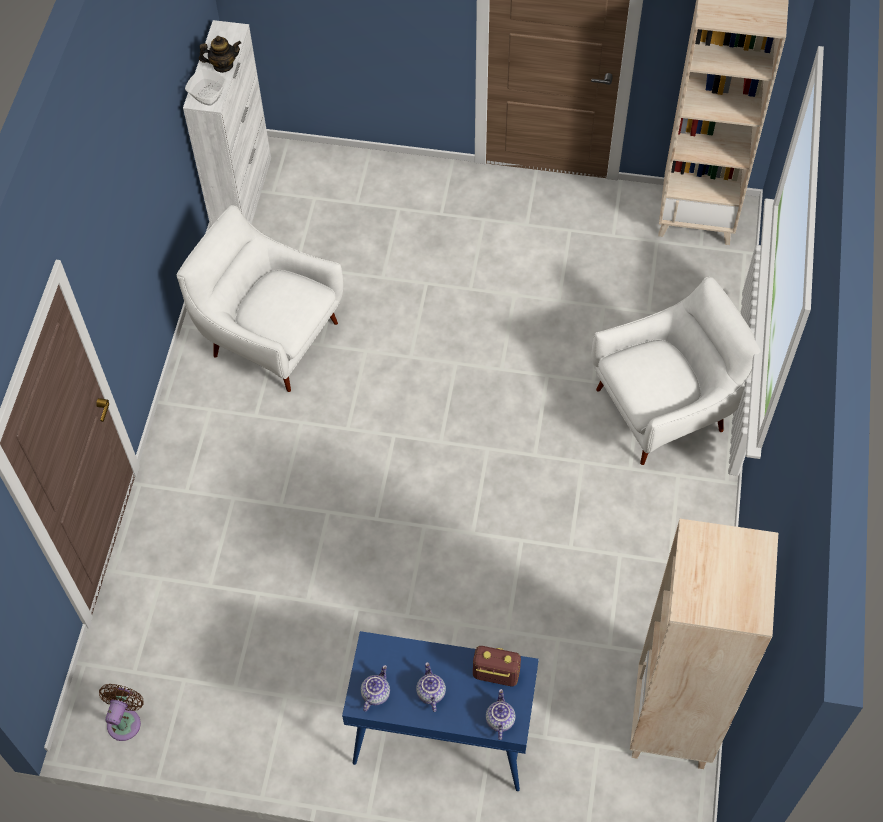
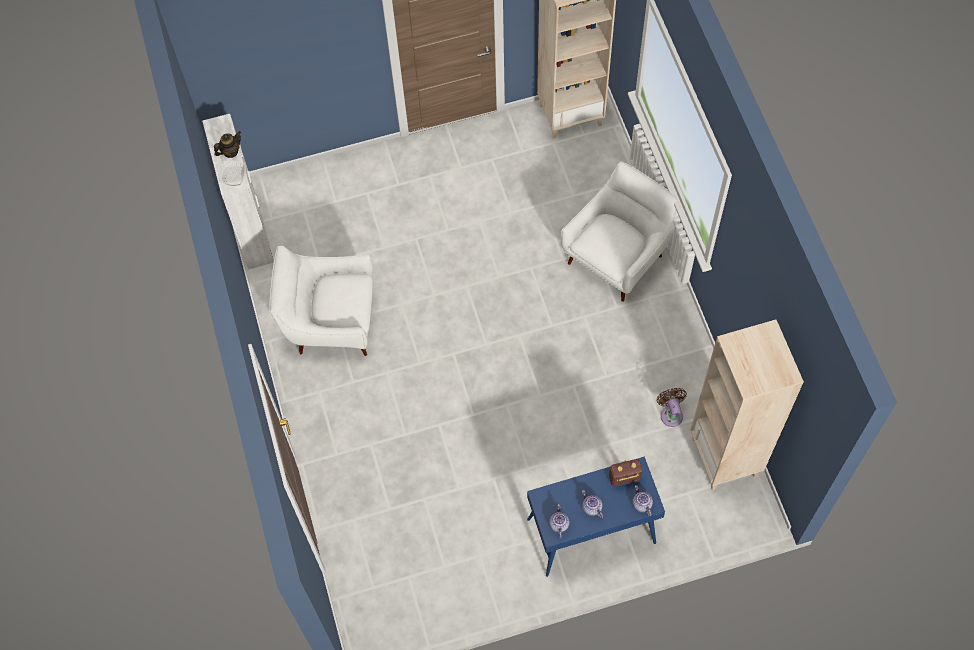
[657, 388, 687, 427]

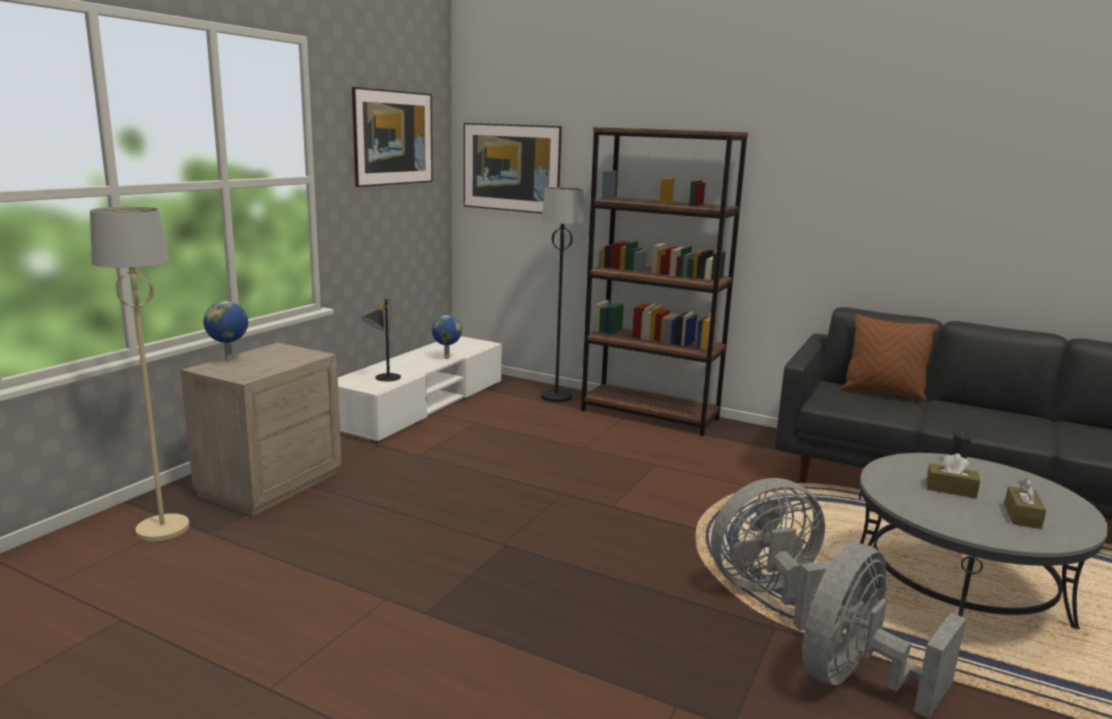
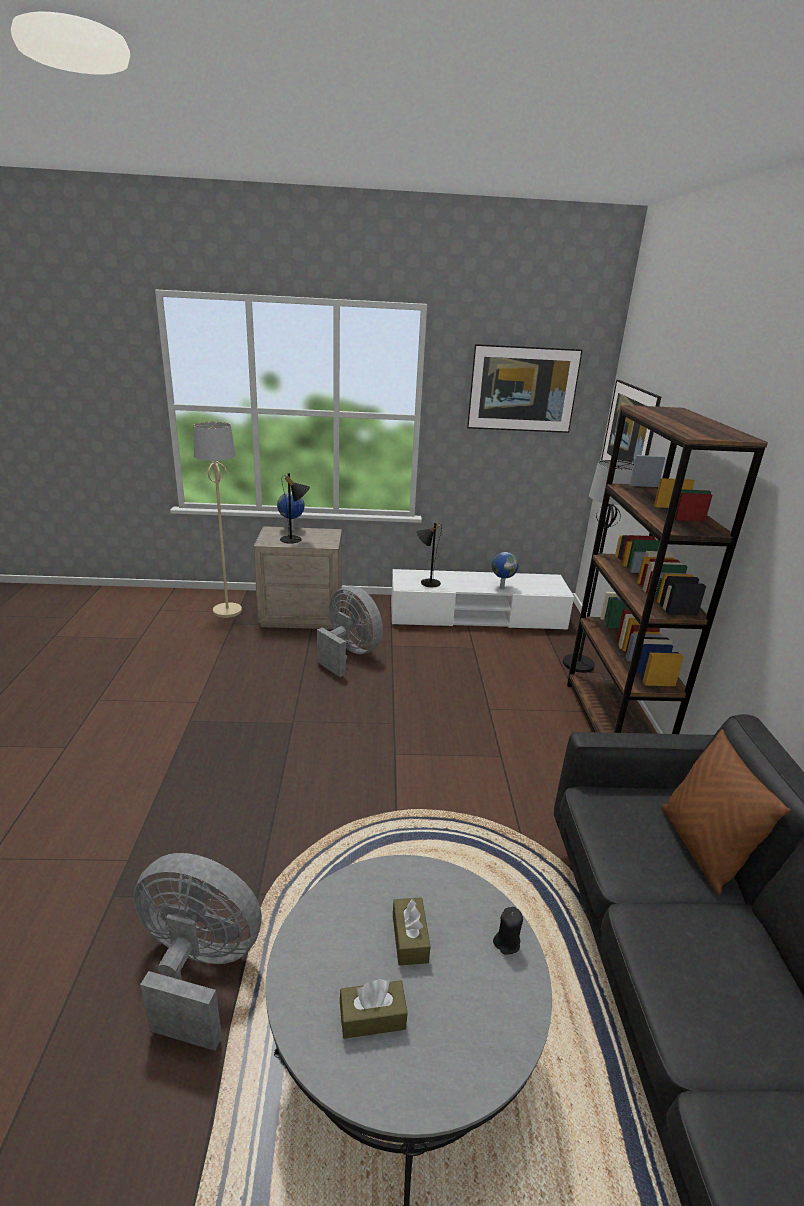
[280, 473, 310, 544]
[317, 586, 383, 677]

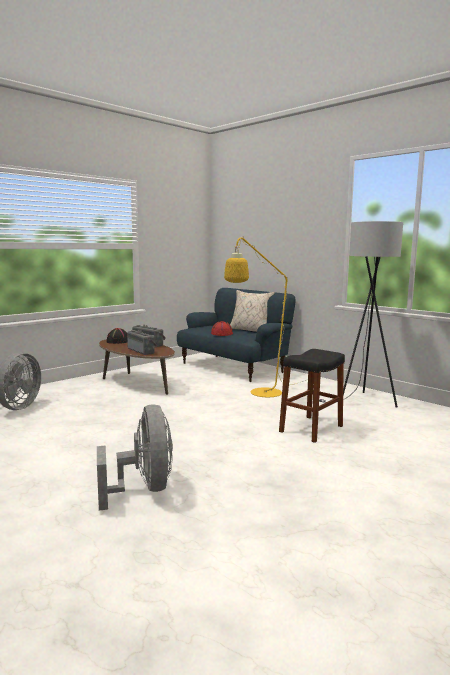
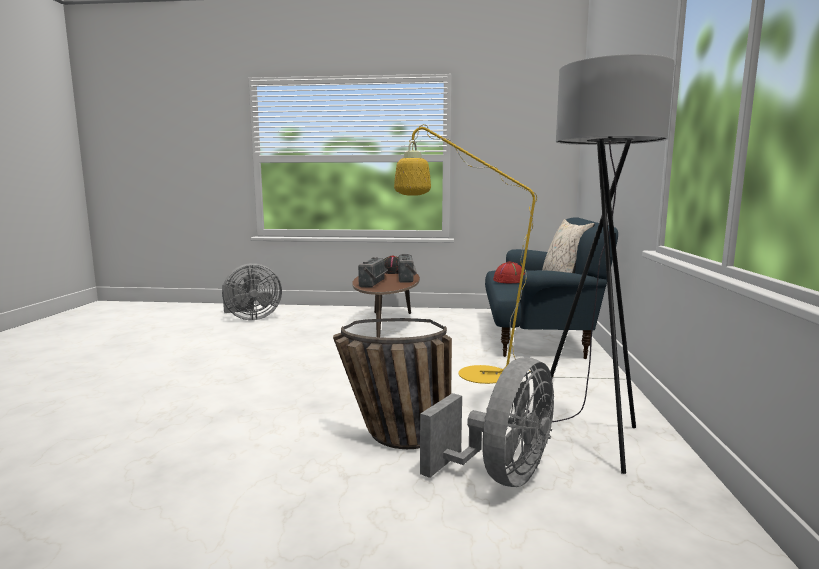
[420, 357, 554, 487]
[333, 318, 452, 449]

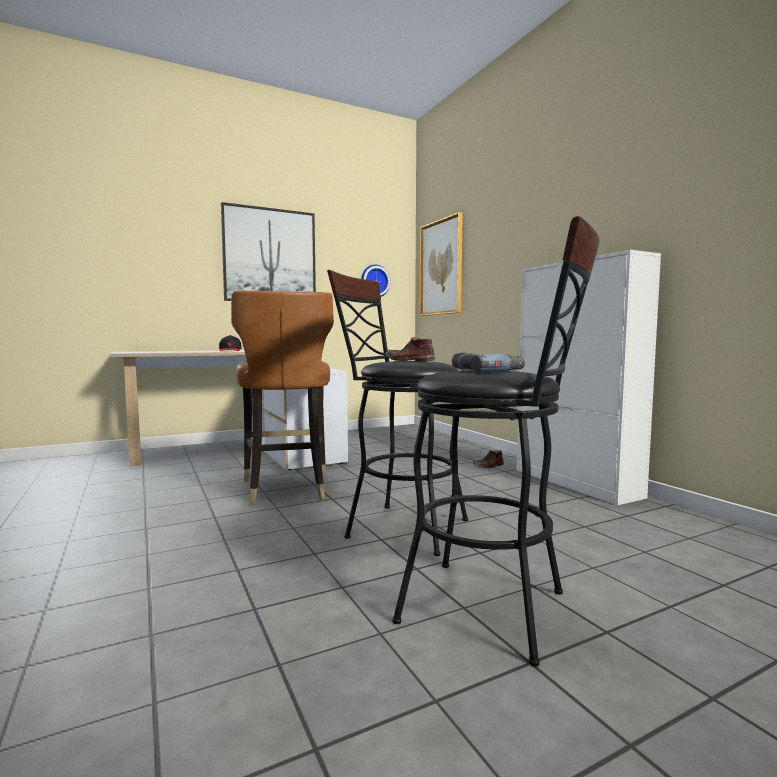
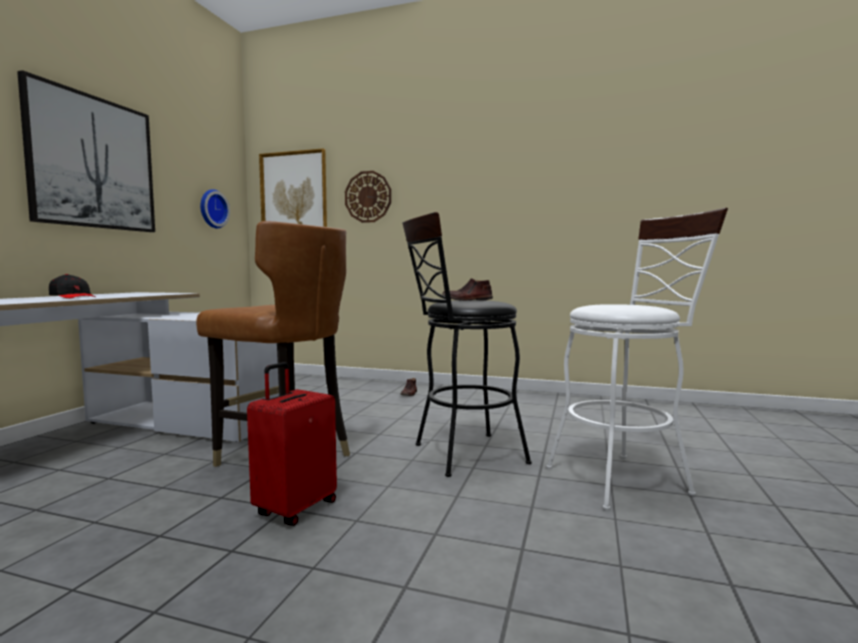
[452, 353, 526, 372] (first image)
[517, 250, 661, 505] (first image)
[247, 362, 337, 526]
[345, 171, 391, 223]
[546, 208, 728, 511]

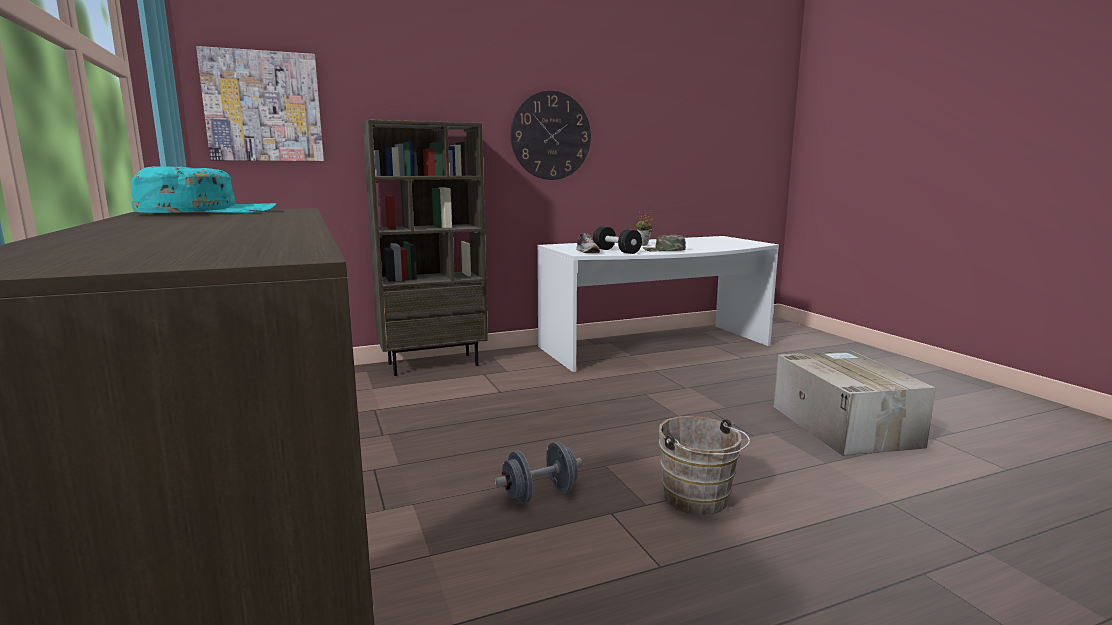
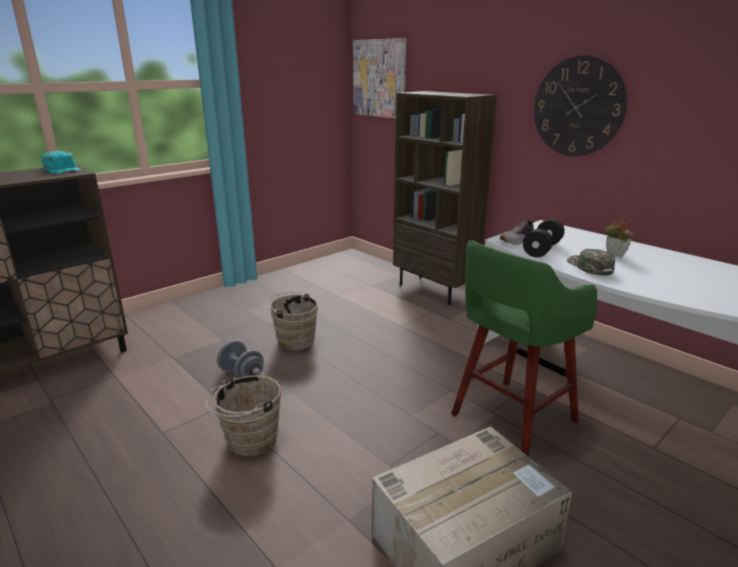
[265, 292, 318, 351]
[451, 240, 598, 457]

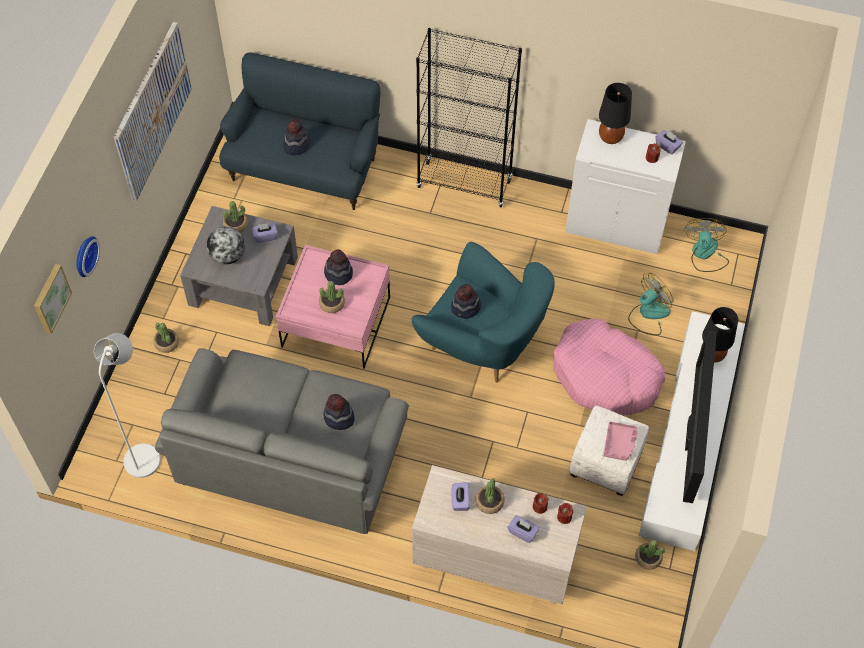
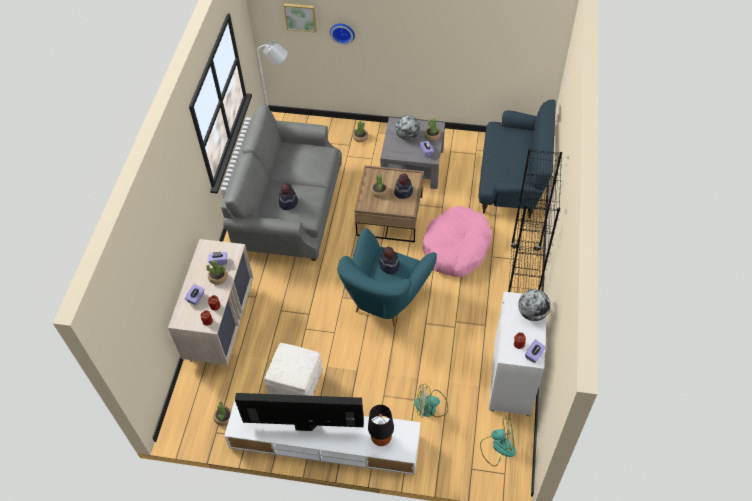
[114, 22, 192, 201] (first image)
[283, 119, 310, 155] (first image)
[603, 421, 638, 461] (first image)
[423, 206, 492, 277]
[518, 289, 551, 321]
[354, 165, 423, 242]
[414, 383, 448, 418]

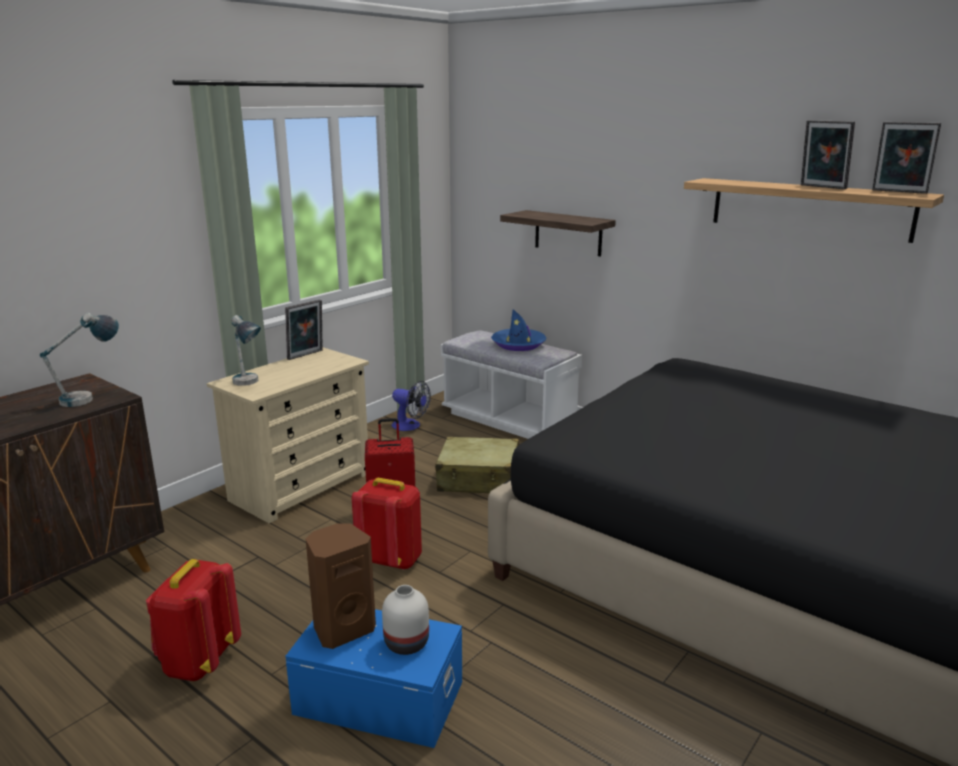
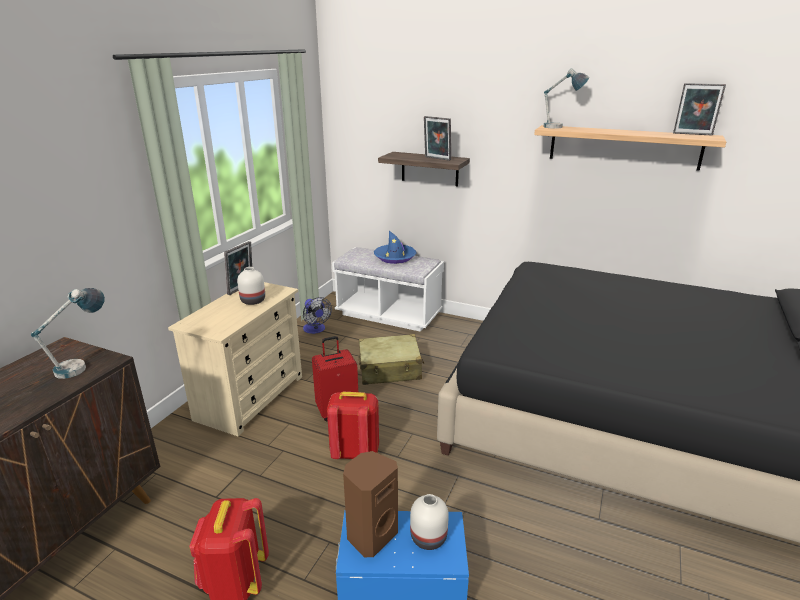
[237, 267, 265, 305]
[543, 68, 589, 129]
[424, 116, 451, 161]
[303, 297, 332, 334]

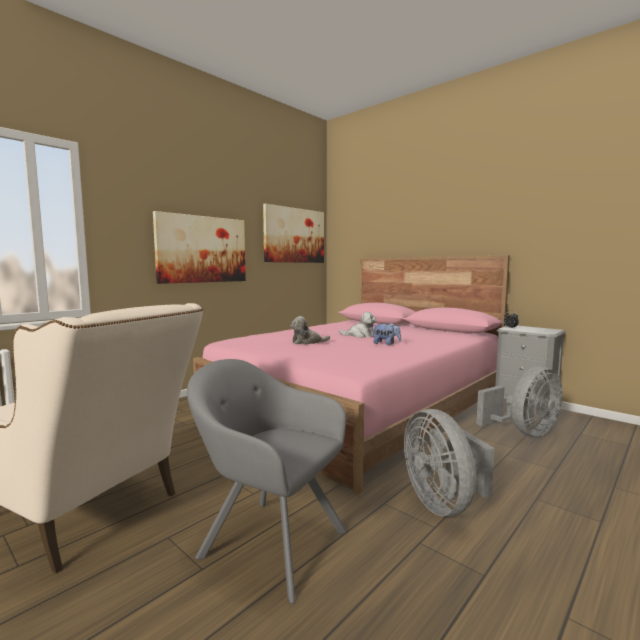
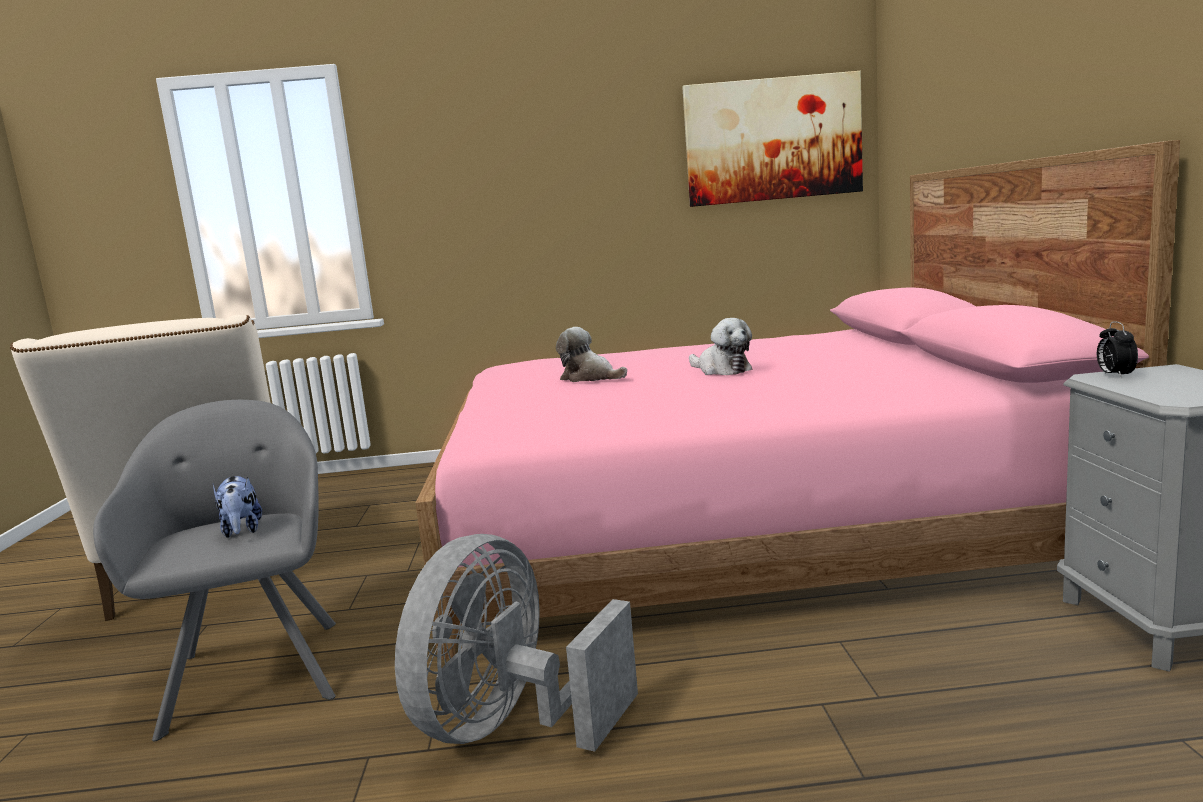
[153, 211, 246, 284] (first image)
[476, 366, 563, 437] (first image)
[213, 476, 262, 538]

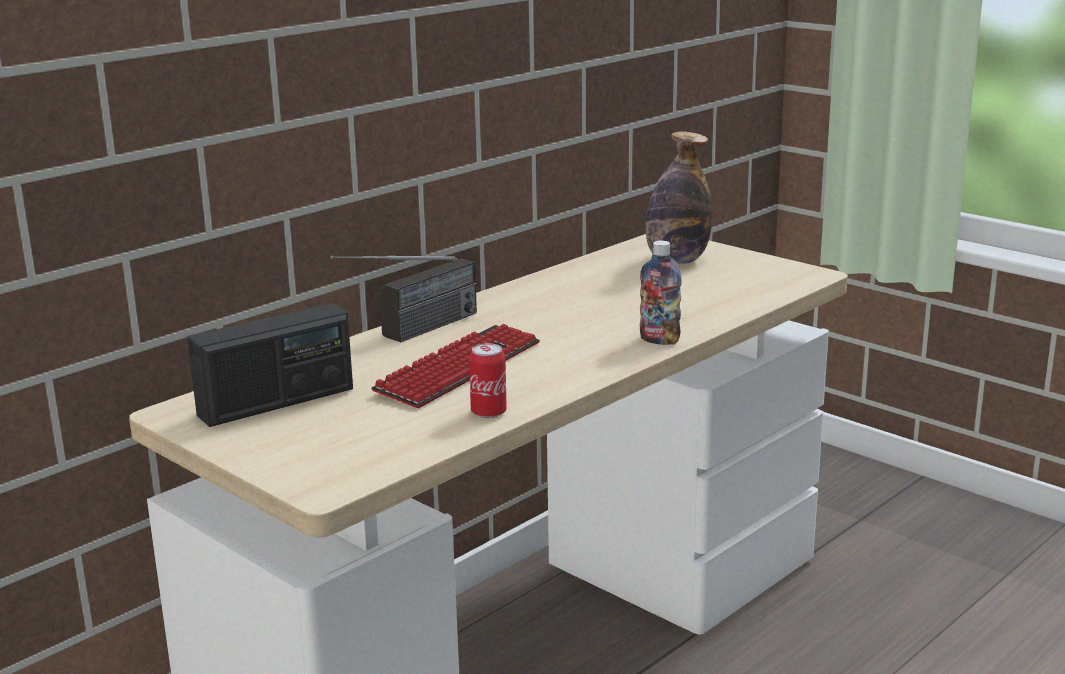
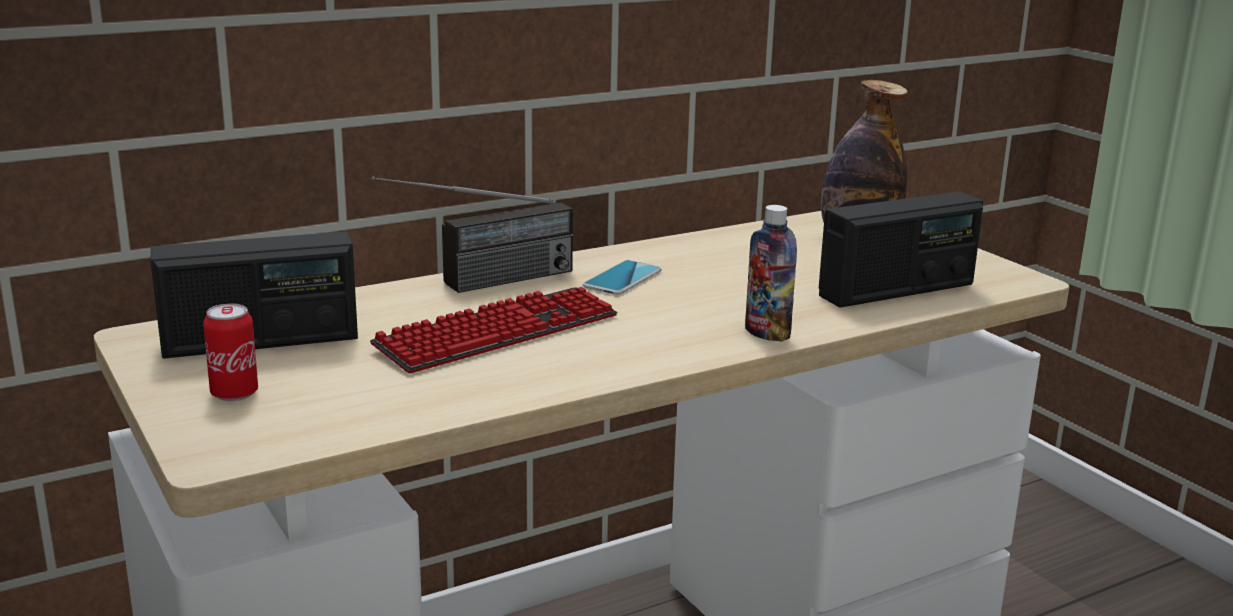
[583, 260, 662, 295]
[819, 191, 983, 308]
[203, 304, 258, 401]

